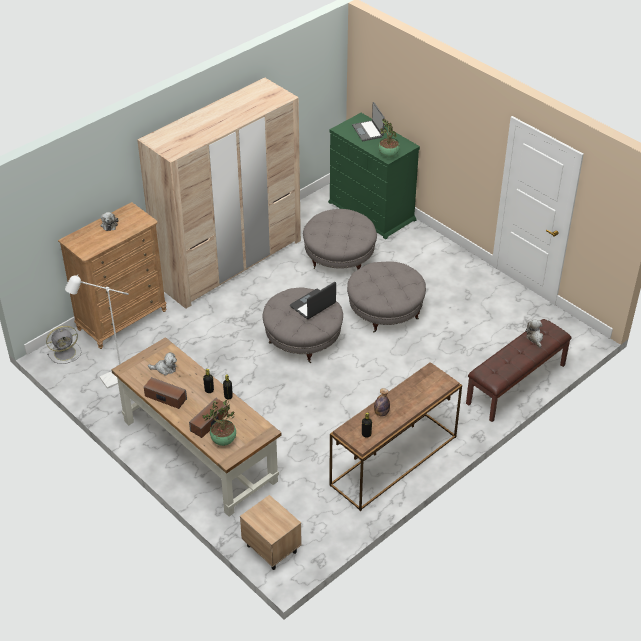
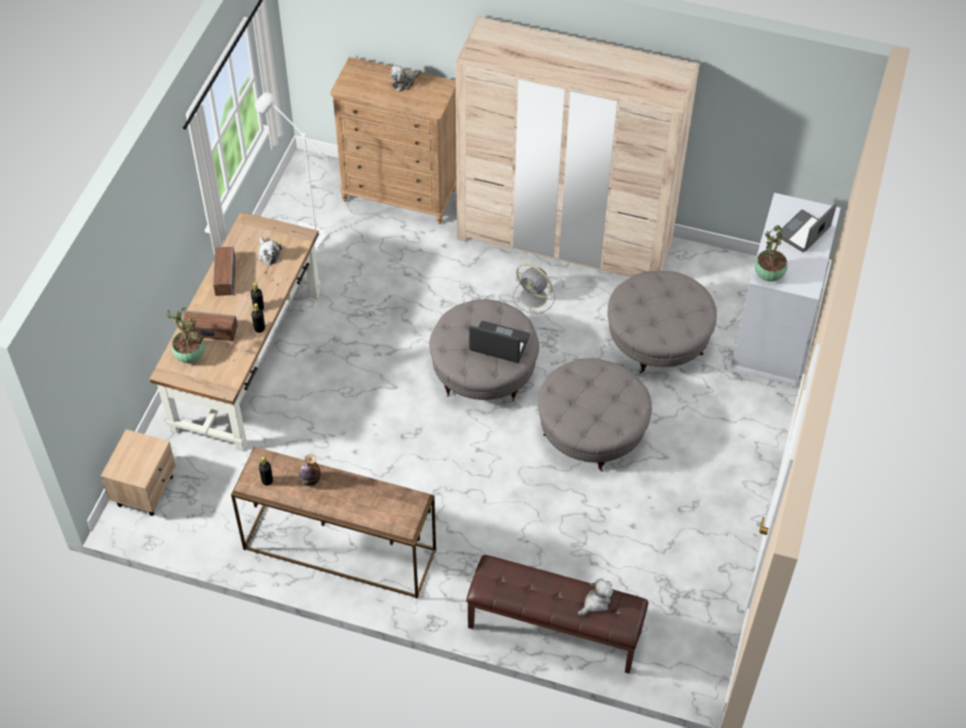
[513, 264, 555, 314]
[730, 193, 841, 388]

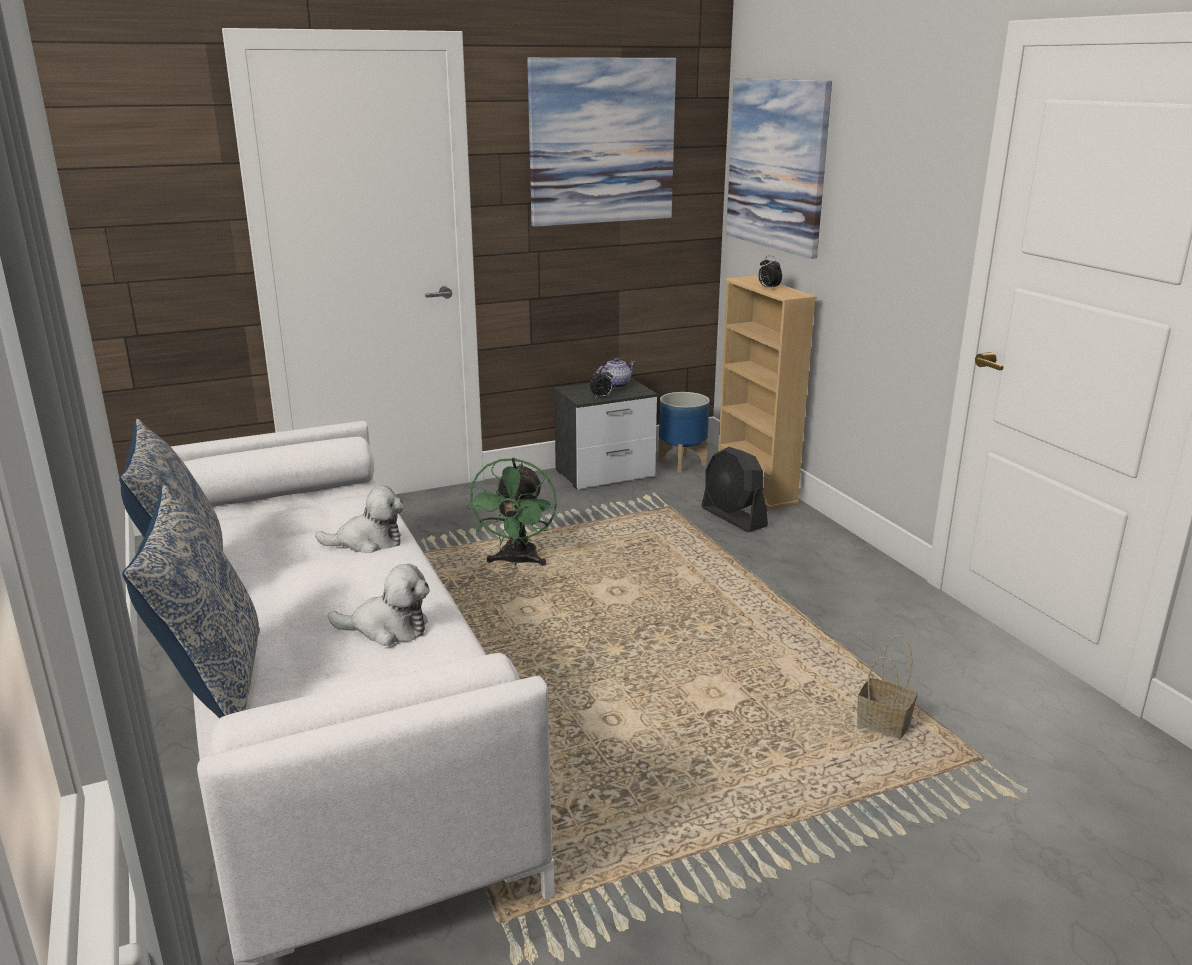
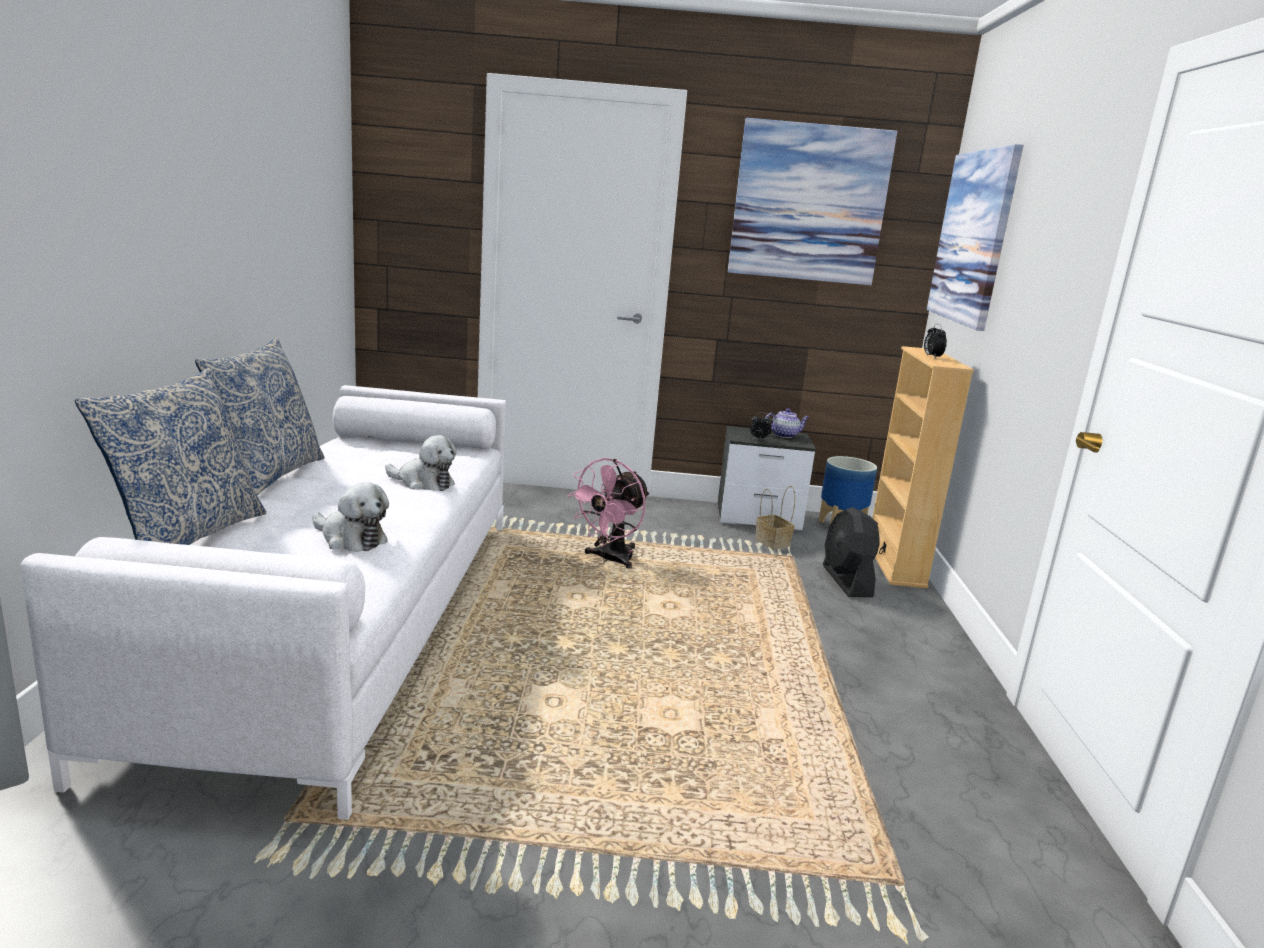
[755, 486, 795, 550]
[567, 458, 650, 569]

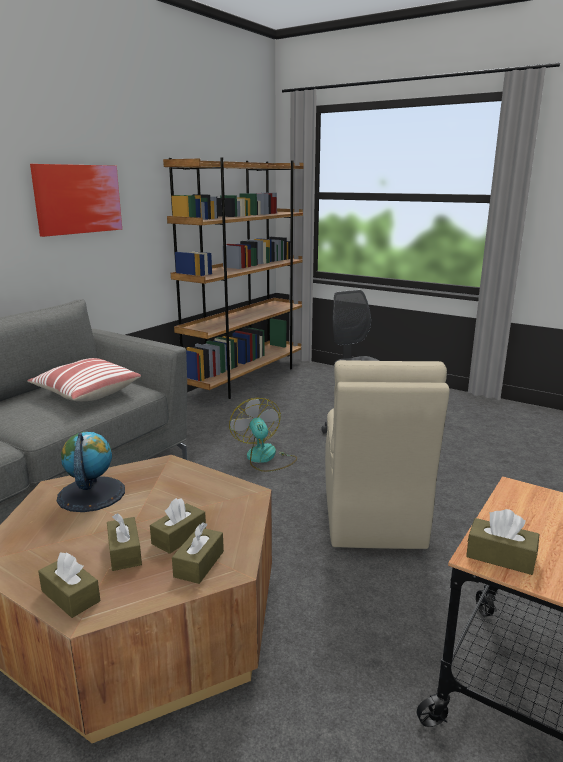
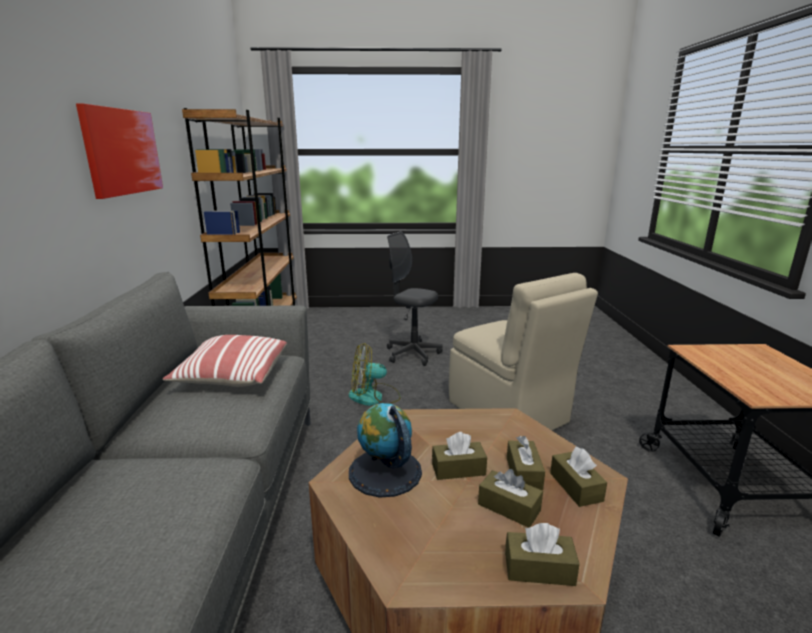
[432, 432, 487, 480]
[349, 343, 401, 406]

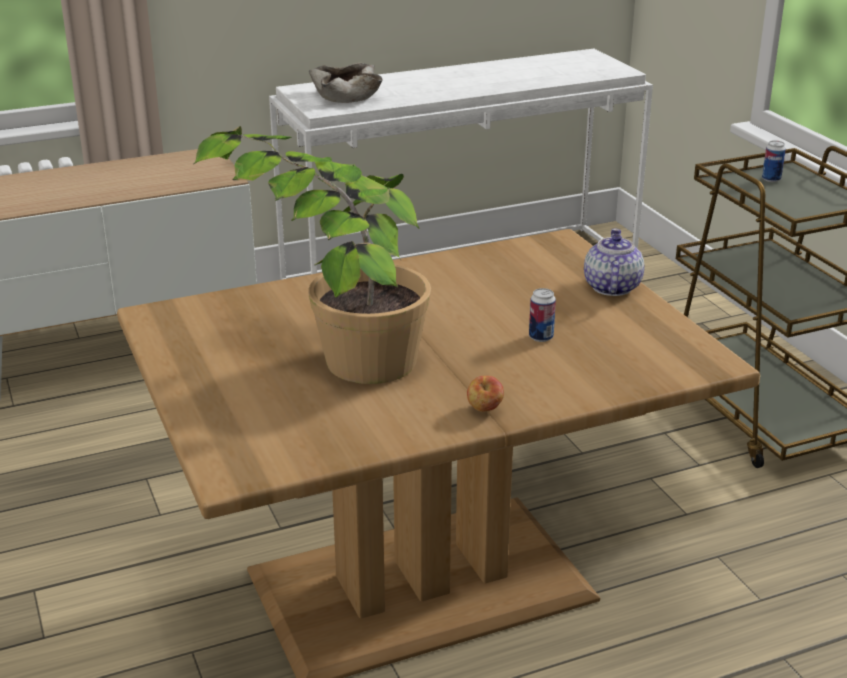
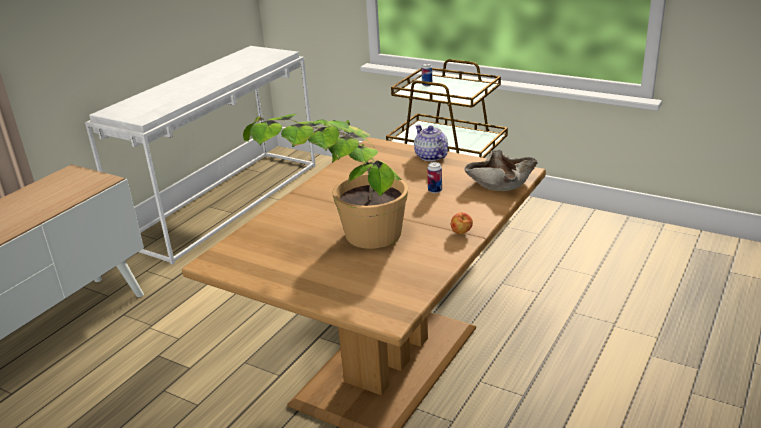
[464, 150, 538, 191]

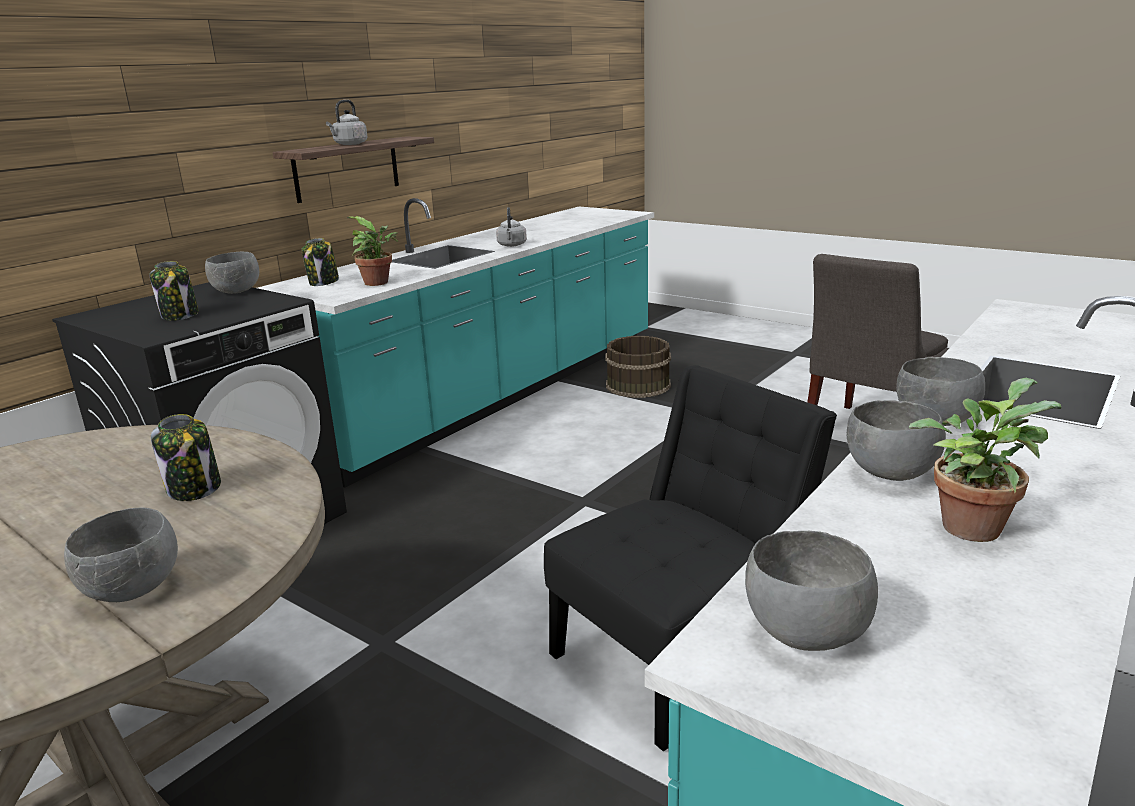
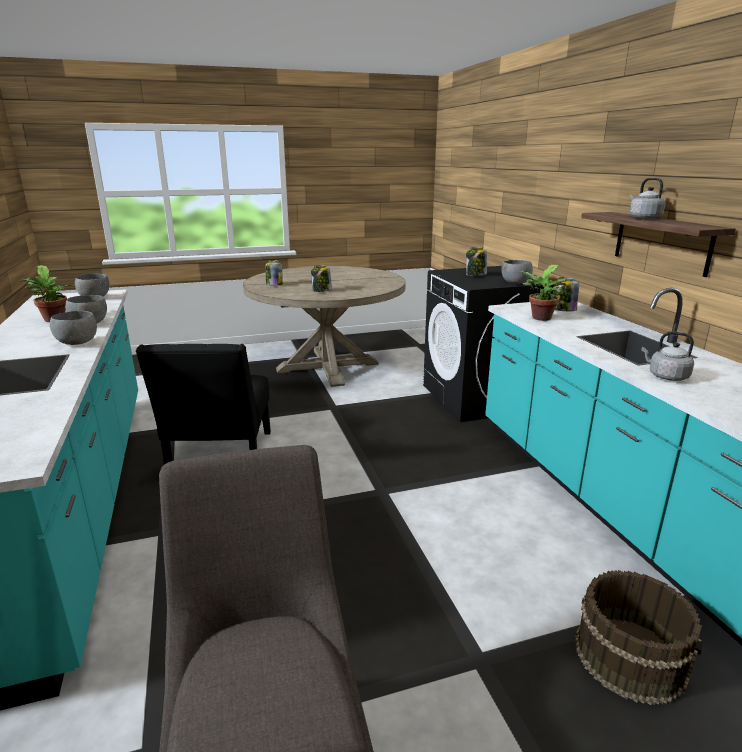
[266, 260, 283, 286]

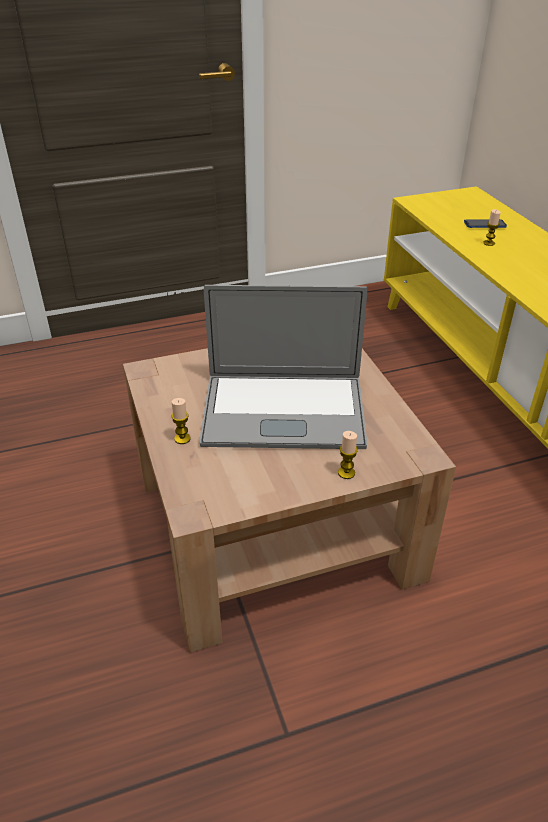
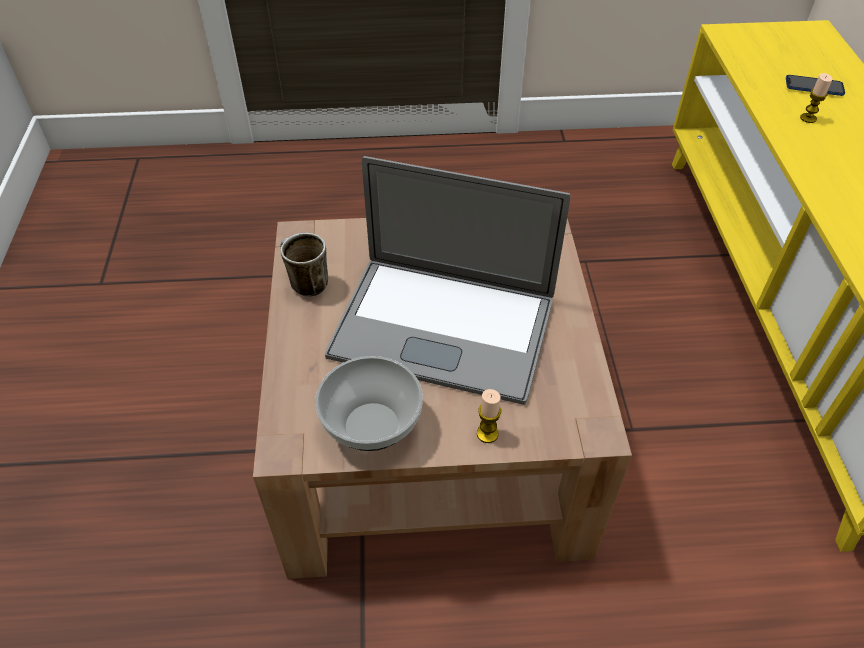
[171, 398, 191, 444] (first image)
[281, 232, 328, 297]
[315, 356, 423, 451]

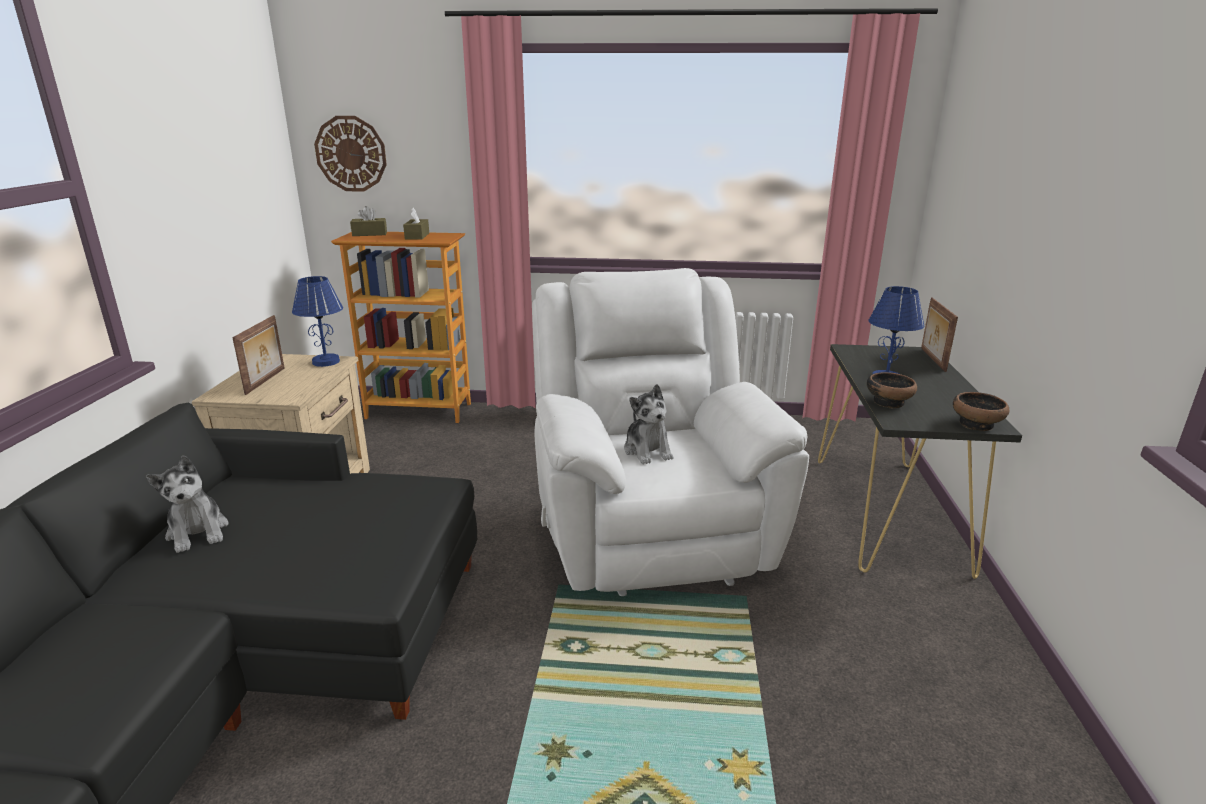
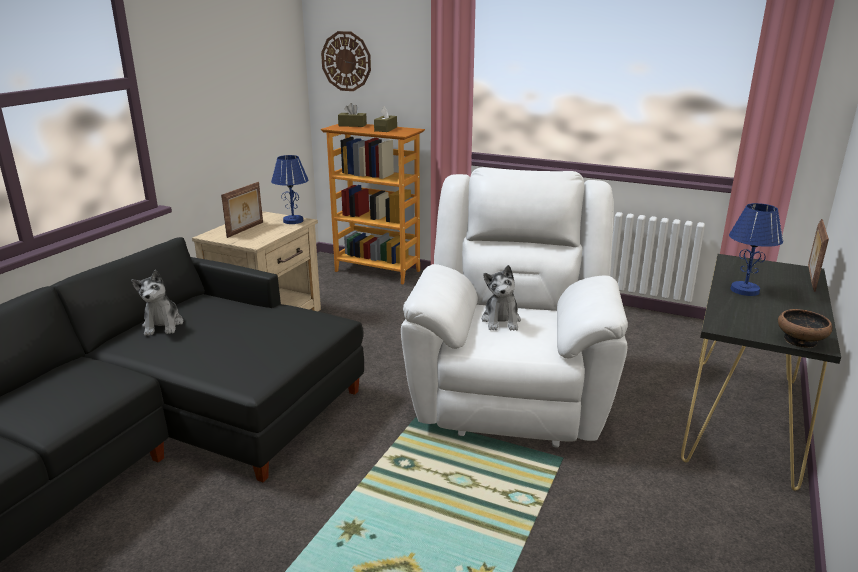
[867, 372, 917, 409] (first image)

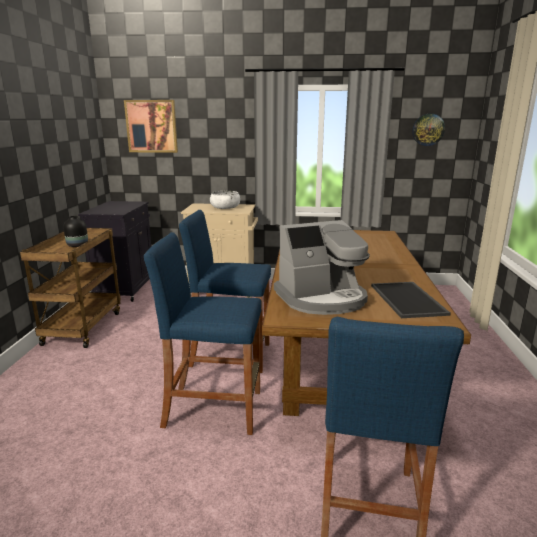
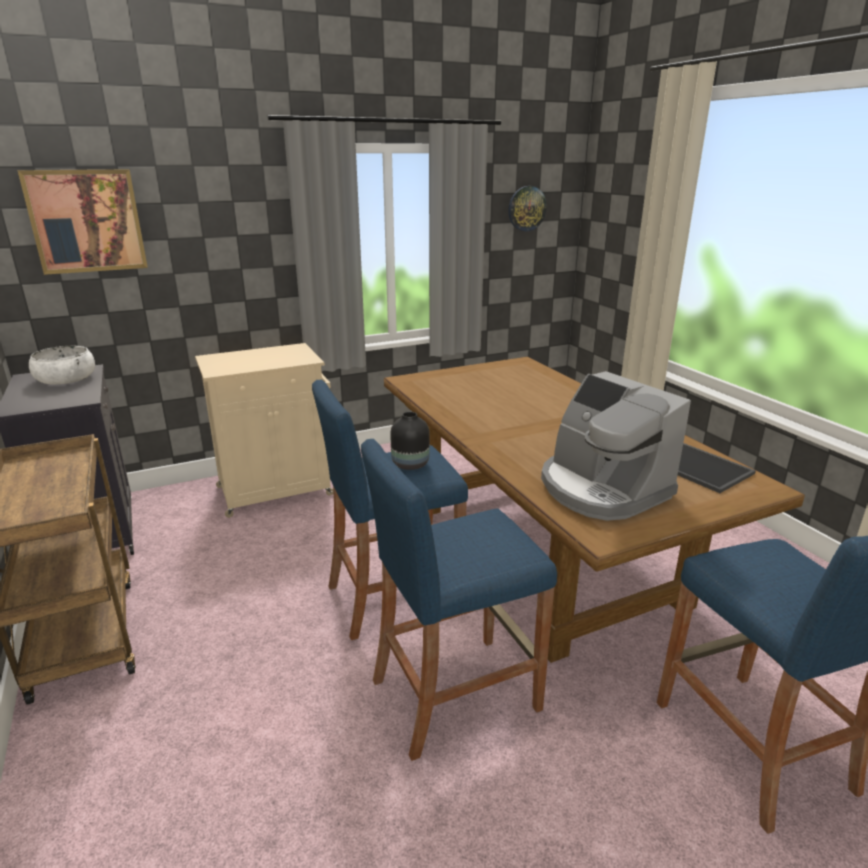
[390, 412, 430, 470]
[29, 346, 95, 385]
[541, 371, 691, 521]

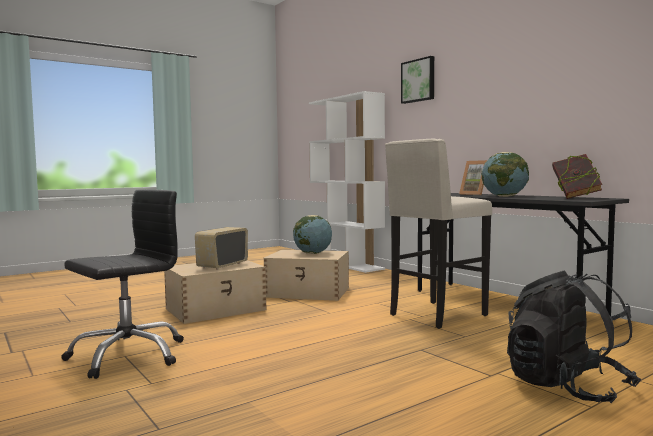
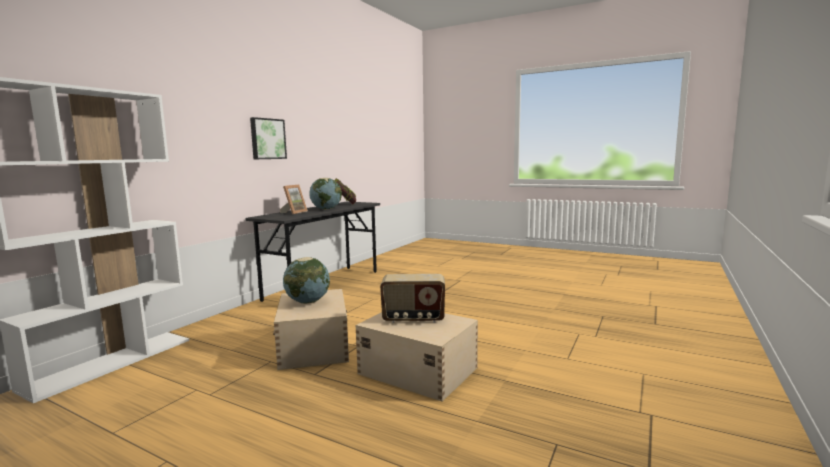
[61, 189, 184, 379] (first image)
[385, 139, 492, 329] (first image)
[507, 270, 641, 403] (first image)
[250, 117, 287, 159]

